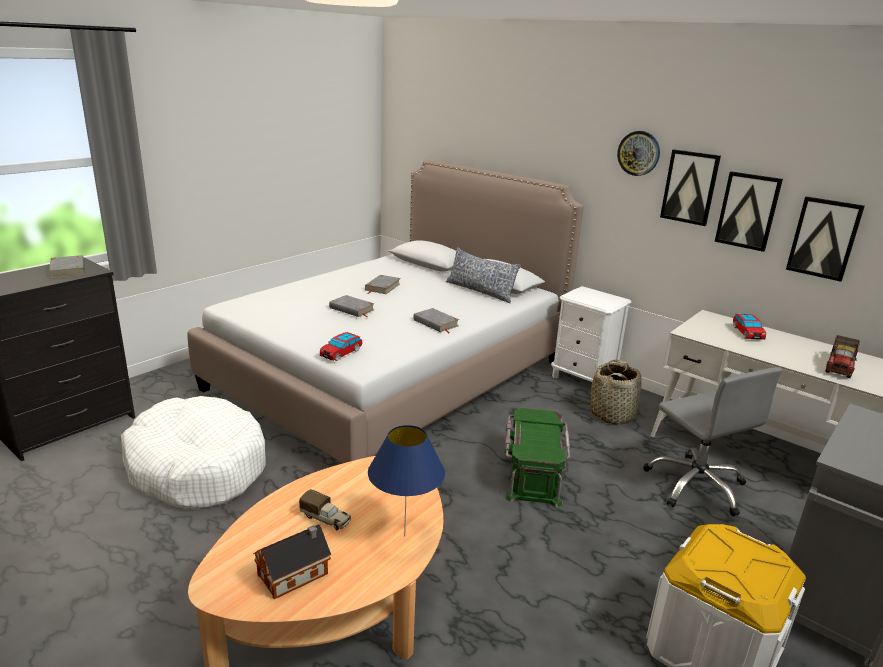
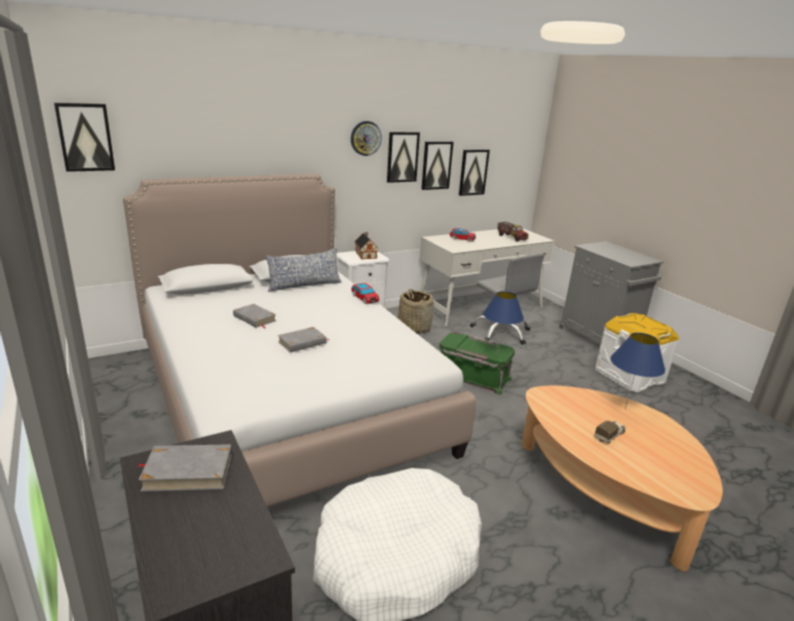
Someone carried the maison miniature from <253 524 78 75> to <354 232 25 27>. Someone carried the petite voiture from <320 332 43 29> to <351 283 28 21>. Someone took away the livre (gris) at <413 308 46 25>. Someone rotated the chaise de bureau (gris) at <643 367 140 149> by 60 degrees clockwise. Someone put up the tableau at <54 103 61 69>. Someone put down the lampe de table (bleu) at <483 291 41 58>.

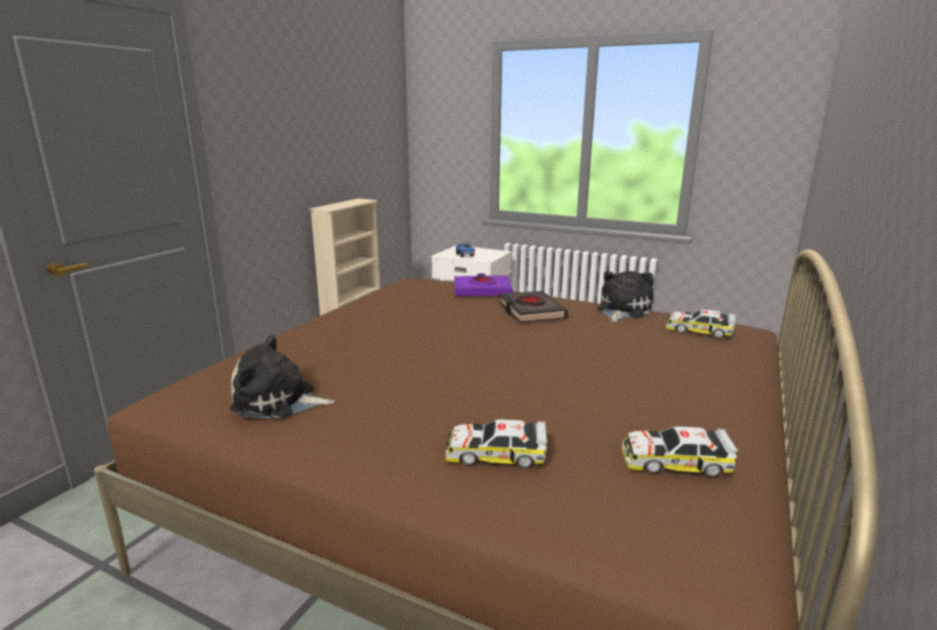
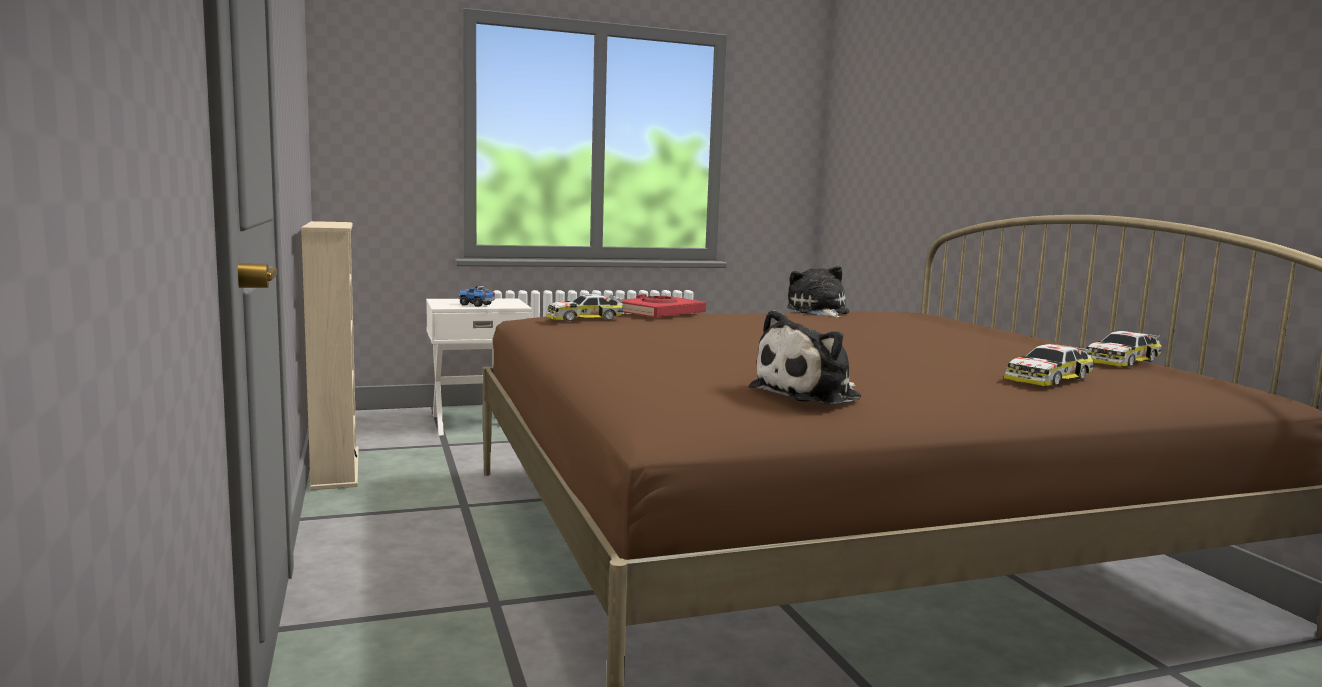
Someone repainted the livre (violet) at <454 274 59 22>, which became the livre (rouge) at <621 294 85 24>. Someone took away the livre (noir) at <499 291 69 31>. Someone carried the petite voiture from <666 309 70 29> to <546 294 78 27>.

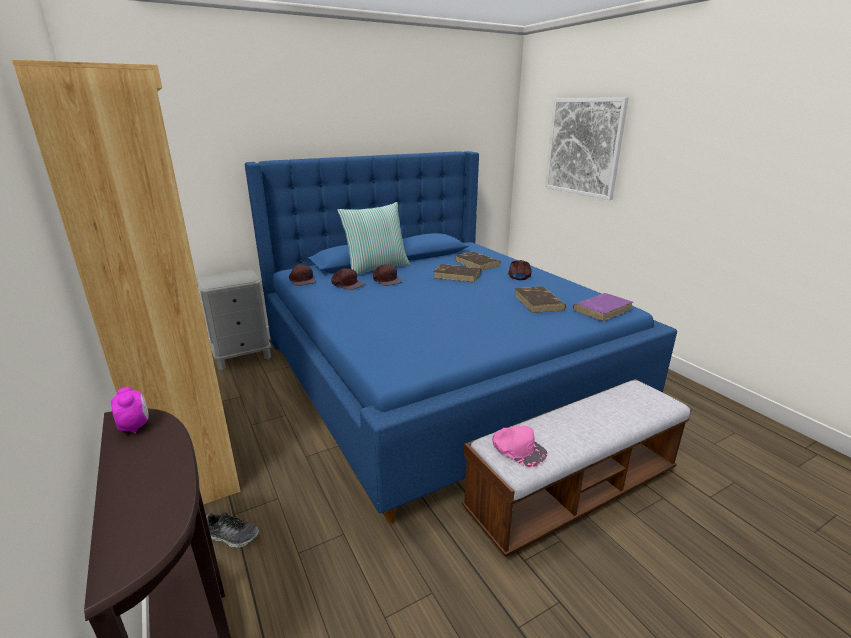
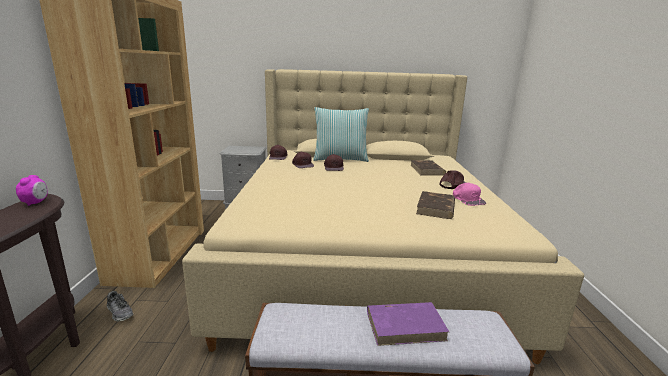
Someone repainted the lit (bleu) at <245 151 432 373>, which became the lit (beige) at <182 69 402 295>. Someone took away the livre (marron) at <434 264 47 18>. Someone carried the casquette (rose) from <492 426 56 41> to <453 183 33 23>. Someone took away the tableau at <545 97 84 103>. Someone carried the livre (violet) from <573 293 60 28> to <367 302 82 44>.

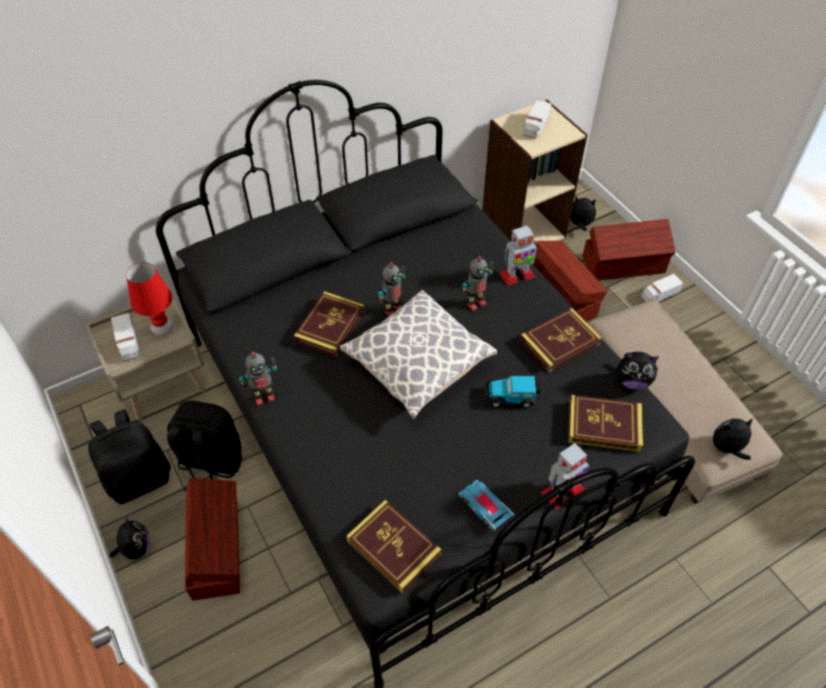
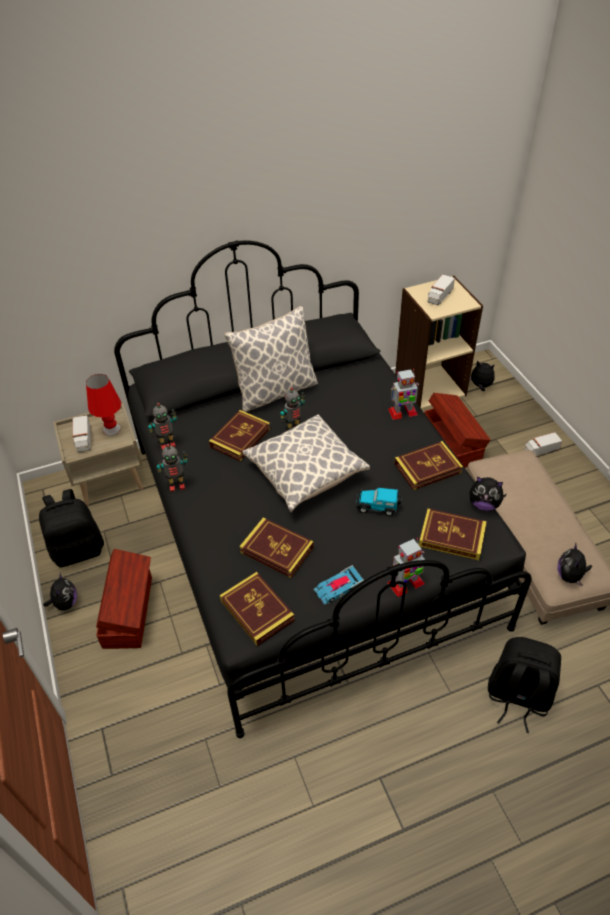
Someone carried the sac à dos (noir) from <167 401 75 90> to <488 637 73 96>. Someone rotated the petite voiture at <458 480 56 51> by 90 degrees counterclockwise. Someone carried the robot jouet from <462 256 32 55> to <148 403 29 47>. Someone took away the boîte de rangement (marron) at <583 219 93 61>. Someone rotated the peluche at <713 418 40 42> by 75 degrees counterclockwise. Someone put down the coussin at <224 306 94 106>. Someone put down the livre at <239 518 75 60>.

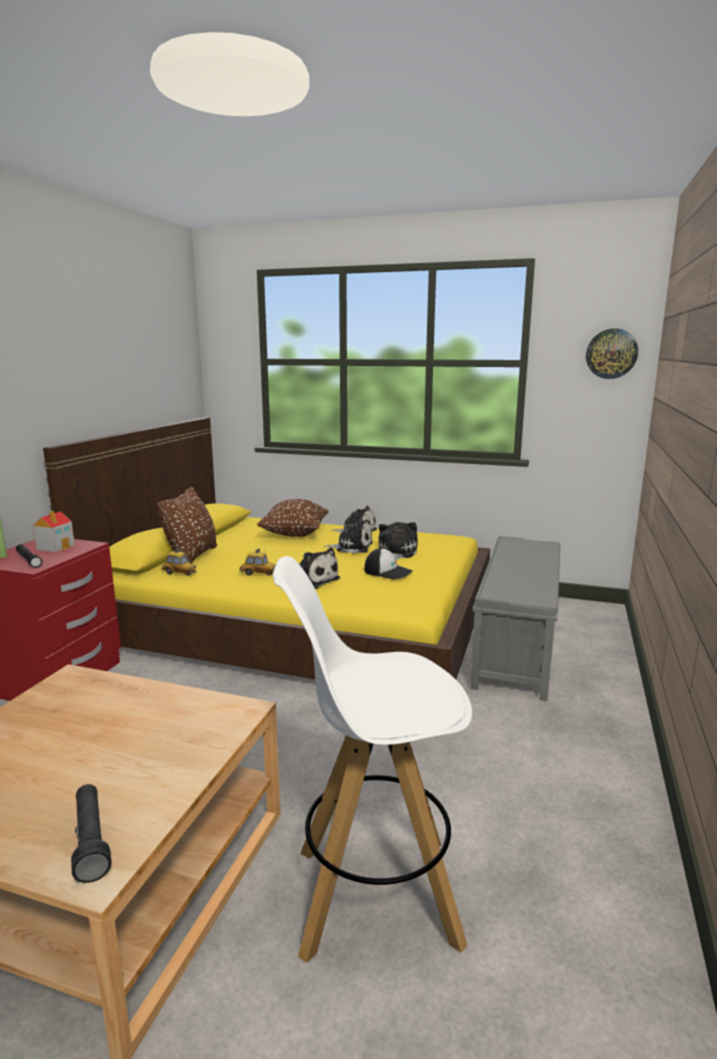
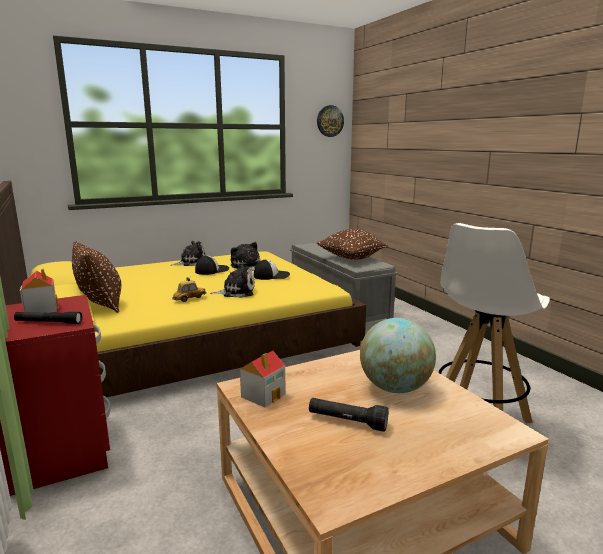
Someone carried the lampe de poche (noir) from <71 784 40 99> to <309 398 80 34>. Someone took away the petite voiture at <161 548 35 28>. Someone carried the coussin (marron) from <257 499 72 38> to <317 229 71 31>. Someone swapped the peluche at <324 518 49 36> for the casquette at <195 256 34 19>. Someone put down the maison miniature at <240 351 46 56>. Someone put down the globe at <360 318 76 75>.

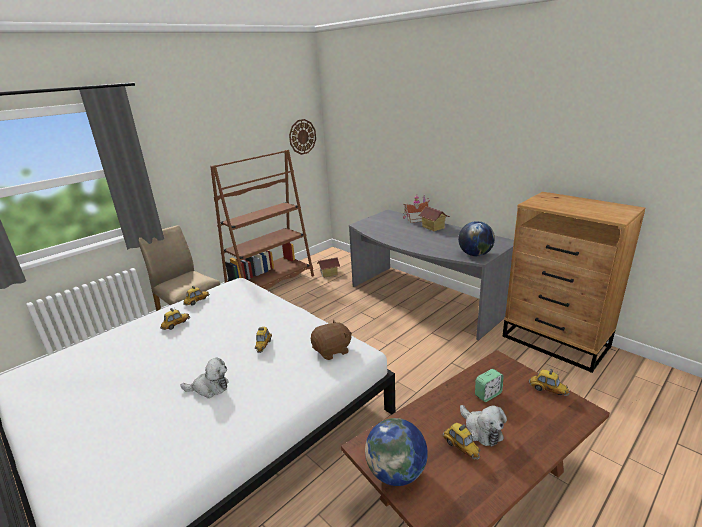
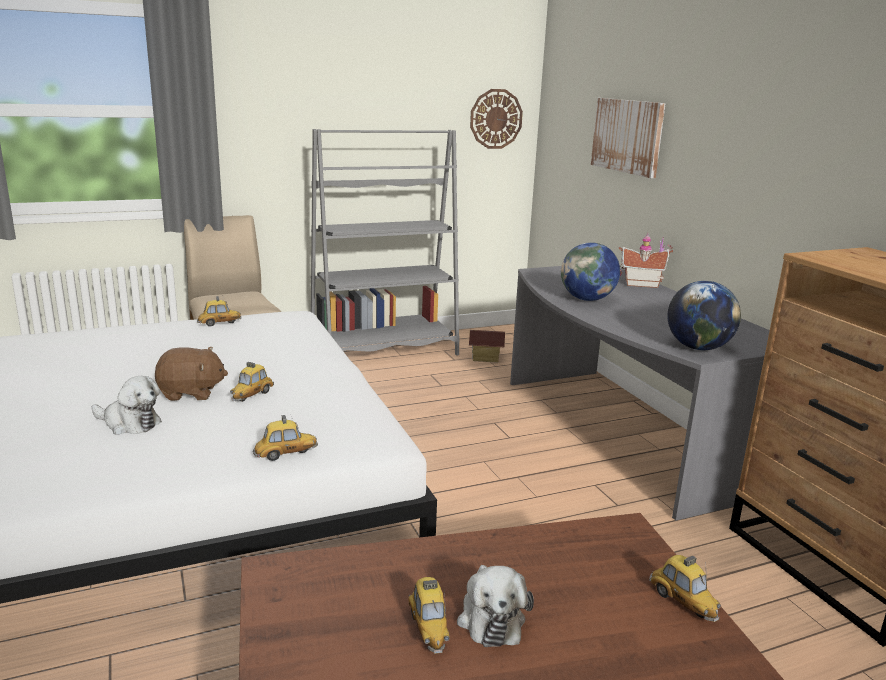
Someone carried the petite voiture from <160 307 30 23> to <253 415 65 46>. Someone repainted the bibliothèque (marron) at <210 150 104 139>, which became the bibliothèque (gris) at <311 129 149 226>. Someone carried the peluche (marron) from <311 320 41 40> to <155 347 73 54>. Someone carried the globe from <365 418 63 68> to <561 242 59 59>. Someone took away the maison miniature at <418 206 32 25>. Someone took away the réveil at <475 369 29 33>. Someone put up the tableau at <591 98 75 80>.

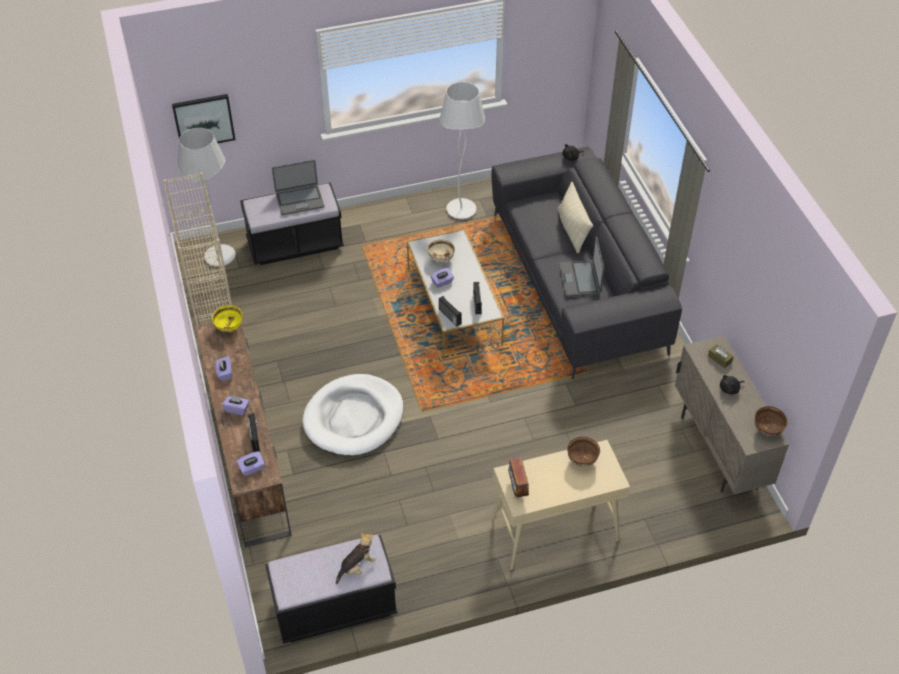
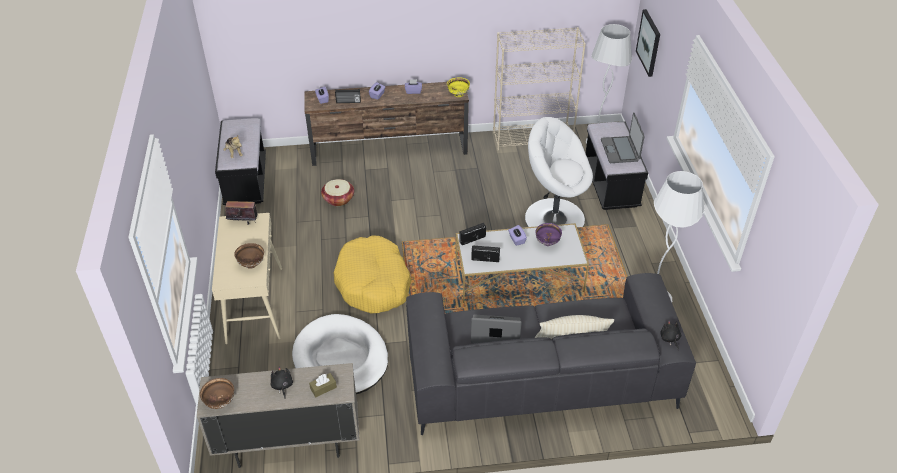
Someone carried the panier pour chien (blanc) from <302 374 102 82> to <292 314 96 80>. Someone repainted the bol (beige) at <427 239 28 24>, which became the bol (violet) at <536 223 26 23>. Someone put down the panier at <321 179 33 27>. Someone put down the panier pour chien (jaune) at <334 235 77 79>. Someone put down the fauteuil (blanc) at <525 117 68 110>.

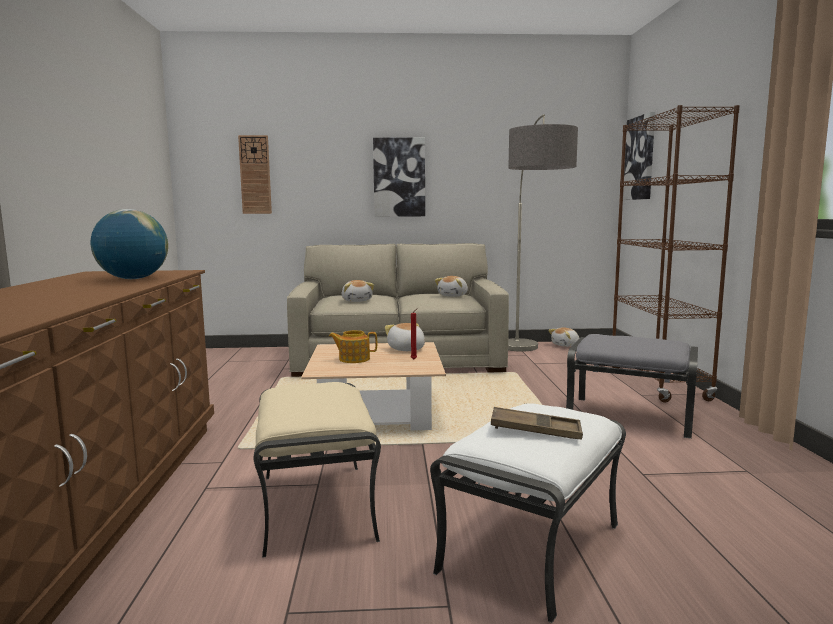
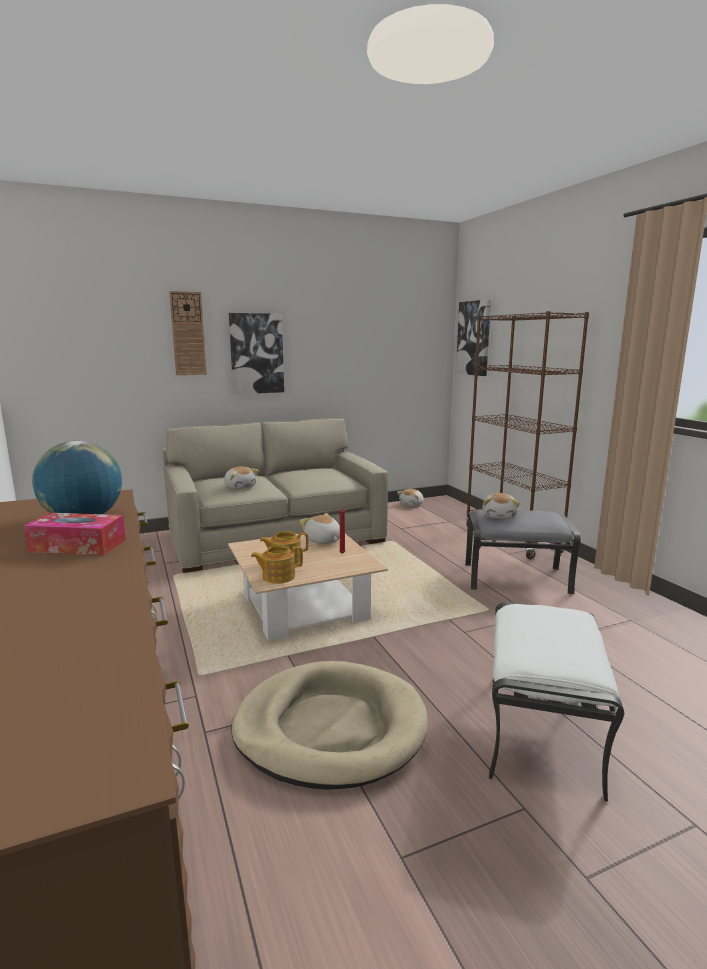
Someone carried the horloge murale from <238 135 34 79> to <169 291 38 84>. Someone swapped the pouf (beige) at <254 382 127 175> for the panier pour chien (beige) at <231 661 197 129>. Someone carried the peluche from <435 276 33 21> to <482 493 38 26>. Someone took away the plateau (marron) at <491 407 92 33>. Someone took away the lampadaire at <508 114 70 238>. Someone put down the boîte à mouchoirs at <23 513 103 42>. Someone put down the théière at <251 545 52 39>.

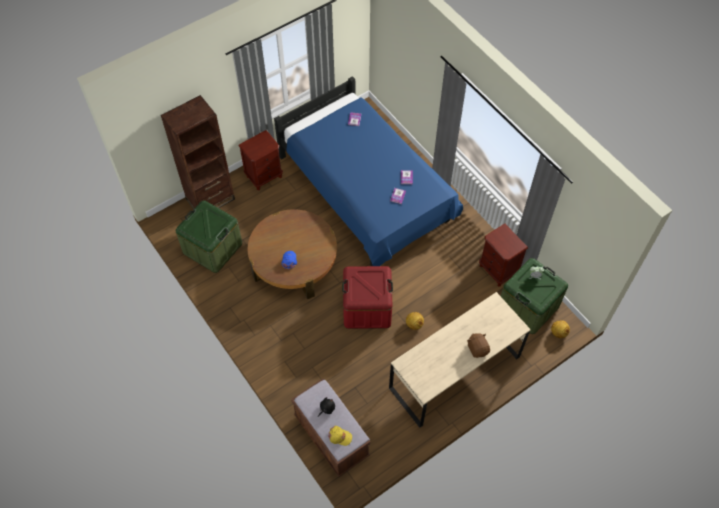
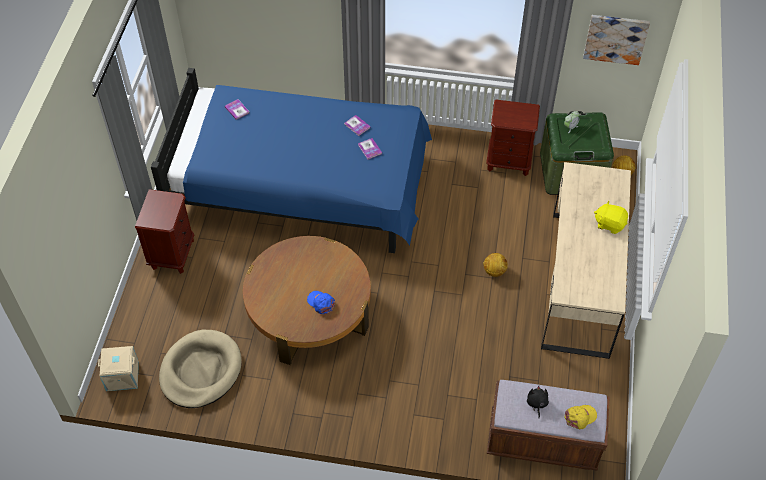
Someone took away the bibliothèque (marron) at <161 95 74 114>. Someone swapped the boîte de rangement (vert) at <176 200 66 73> for the panier pour chien (beige) at <159 329 83 79>. Someone took away the boîte de rangement (rouge) at <342 266 51 63>. Someone repainted the peluche (marron) at <467 333 23 25>, which became the peluche (jaune) at <594 200 34 34>. Someone put down the boîte de rangement (beige) at <98 346 41 45>. Someone put up the tableau at <583 15 67 50>.

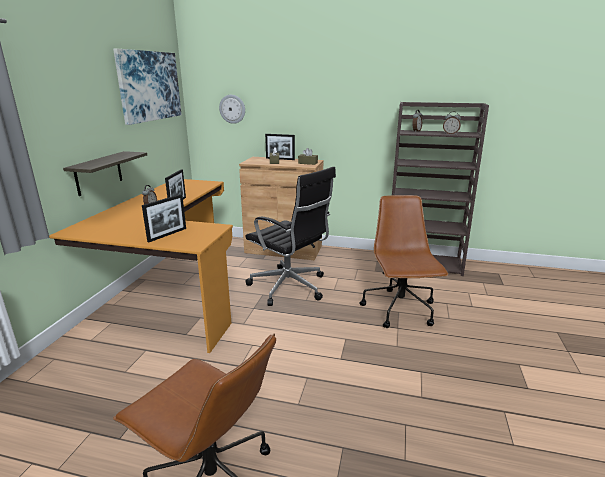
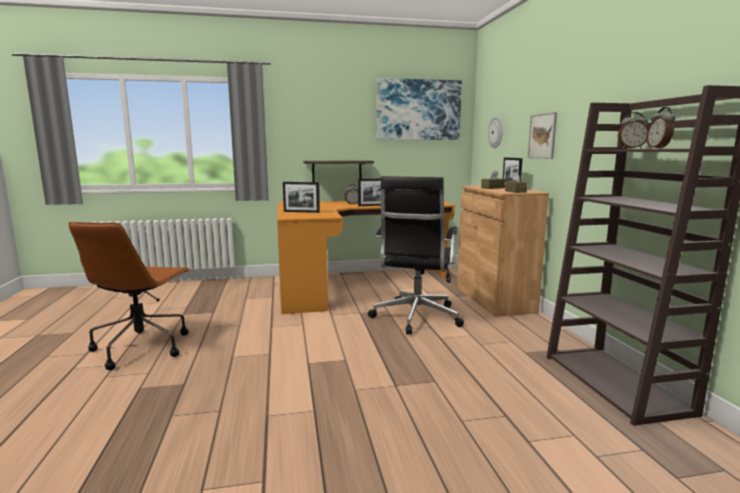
Someone took away the chaise de bureau (marron) at <359 195 89 133>. Someone put up the tableau at <528 112 29 47>.

